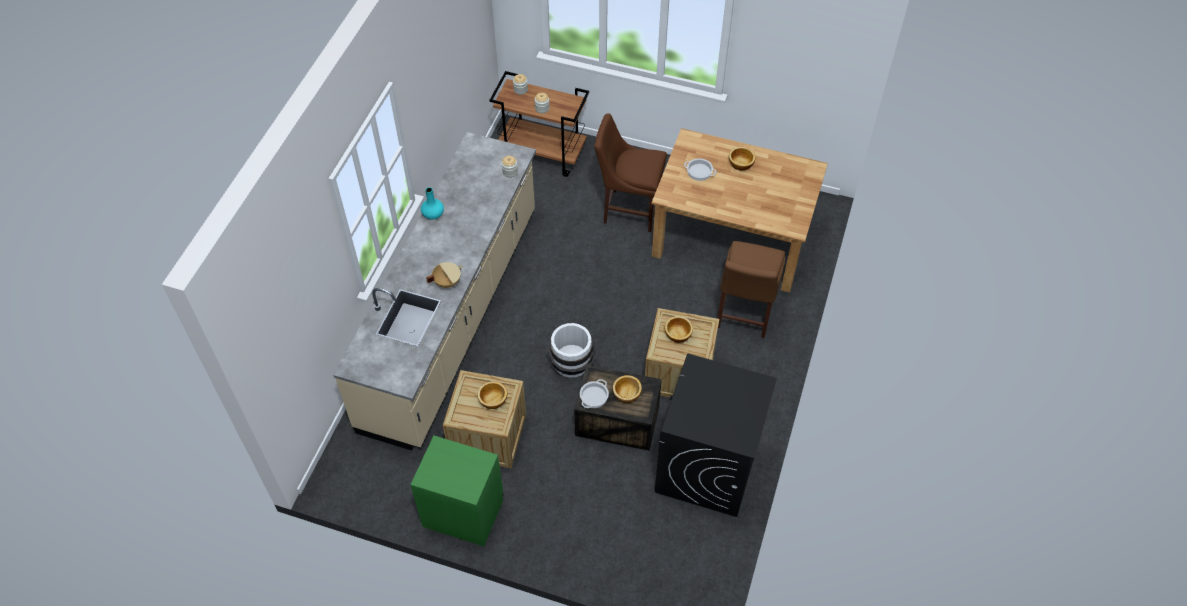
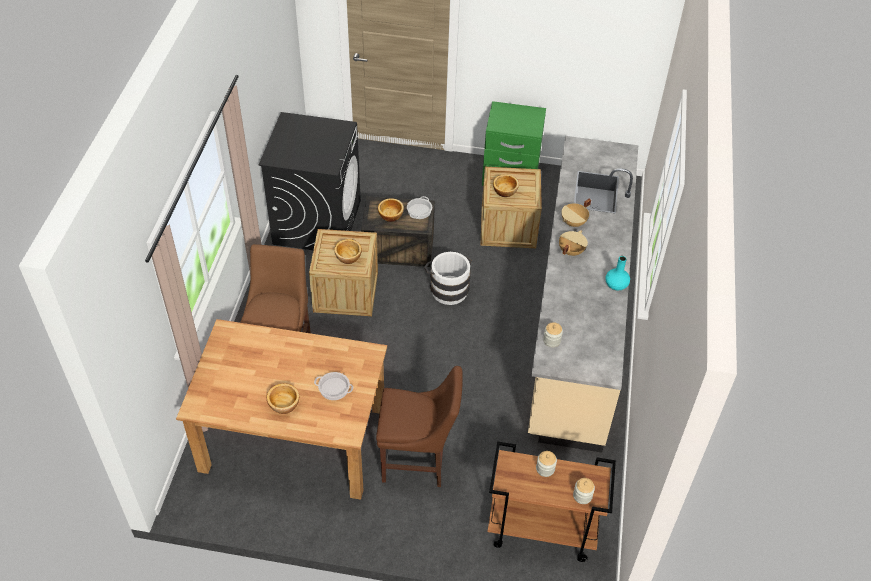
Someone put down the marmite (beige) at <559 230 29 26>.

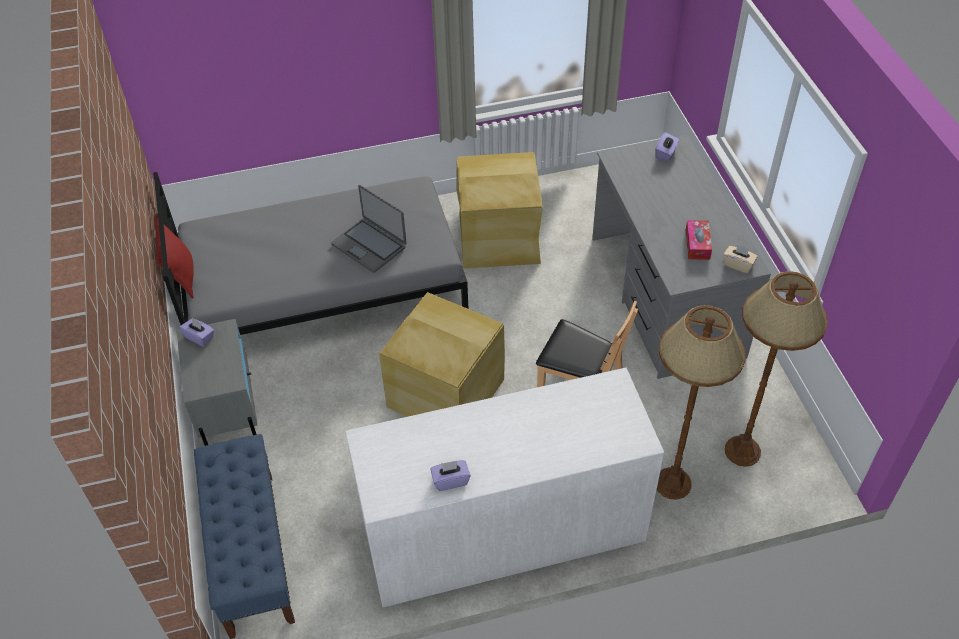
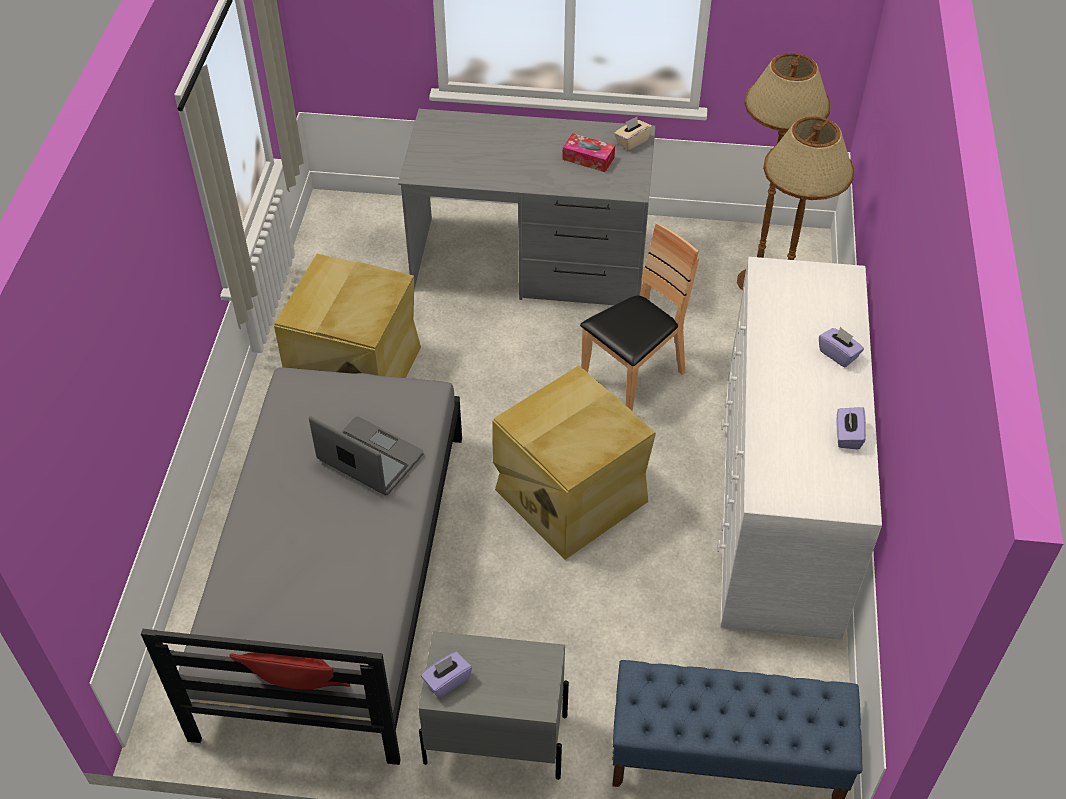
Someone rotated the ordinateur portable at <331 185 76 88> by 120 degrees counterclockwise. Someone carried the boîte à mouchoirs (violet) from <655 132 25 29> to <819 327 45 40>.

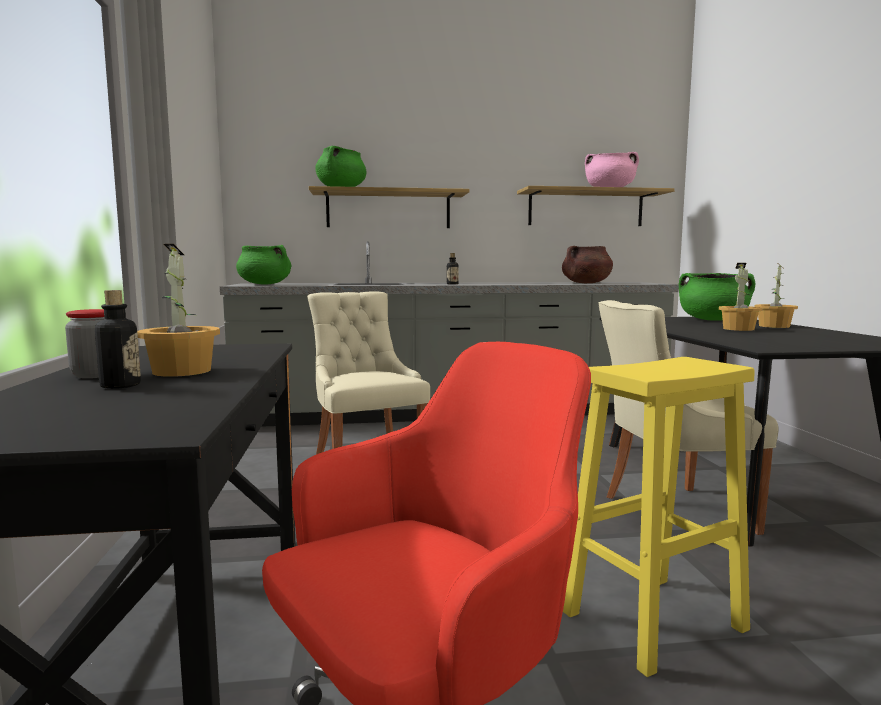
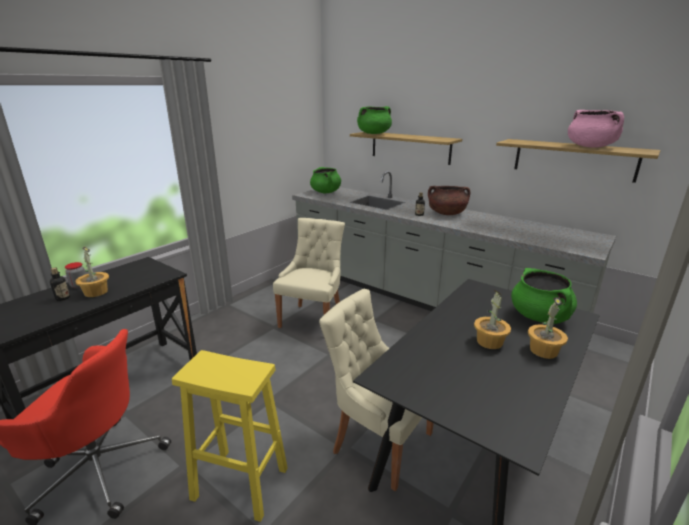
Someone carried the marmite (marron) from <562 246 51 37> to <428 186 42 29>.

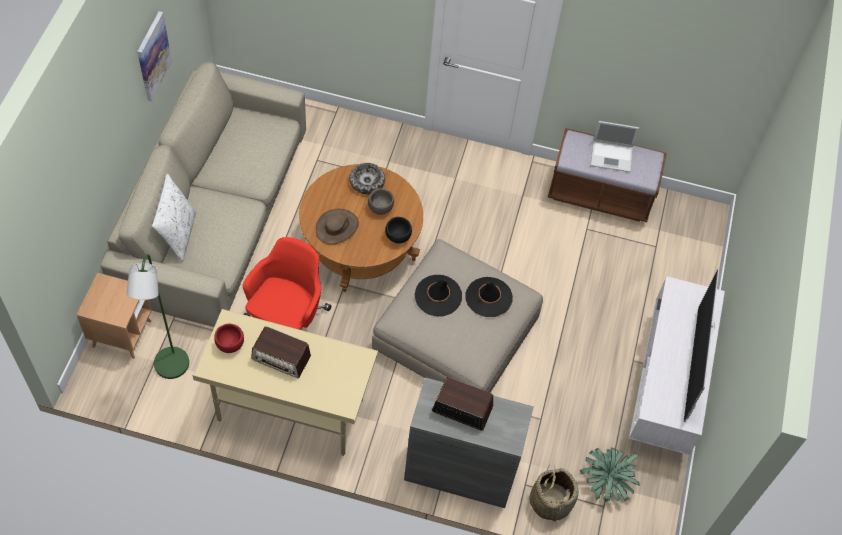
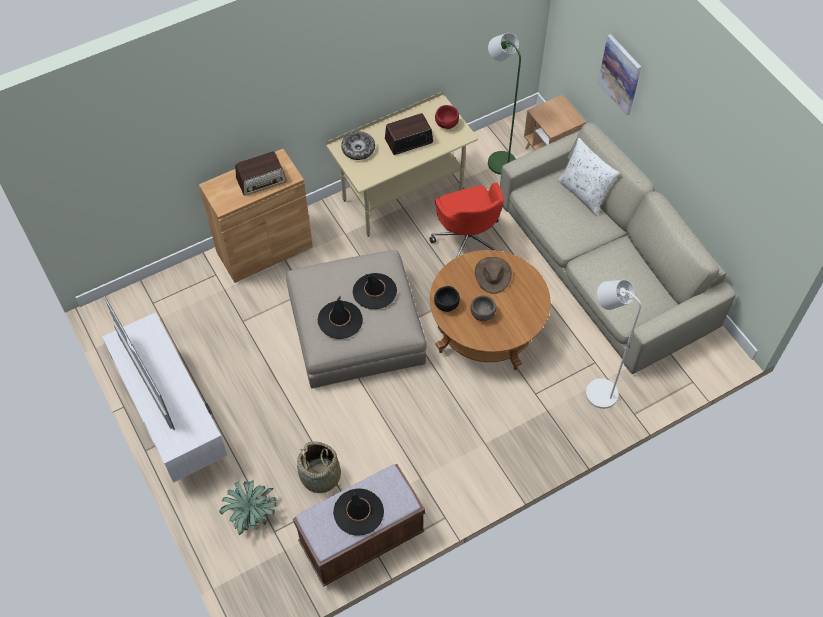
Someone carried the tableau from <137 11 35 91> to <598 34 43 82>. Someone carried the bol from <349 163 36 31> to <341 131 34 29>. Someone repainted the meuble de rangement (gris) at <404 377 130 131>, which became the meuble de rangement (marron) at <199 149 114 134>. Someone carried the panier from <529 465 50 60> to <297 441 45 52>. Someone carried the plante en pot from <579 447 61 55> to <219 480 57 55>. Someone swapped the ordinateur portable at <590 121 49 51> for the chapeau (noir) at <333 488 51 48>. Someone put down the lampadaire (blanc) at <586 280 55 129>.

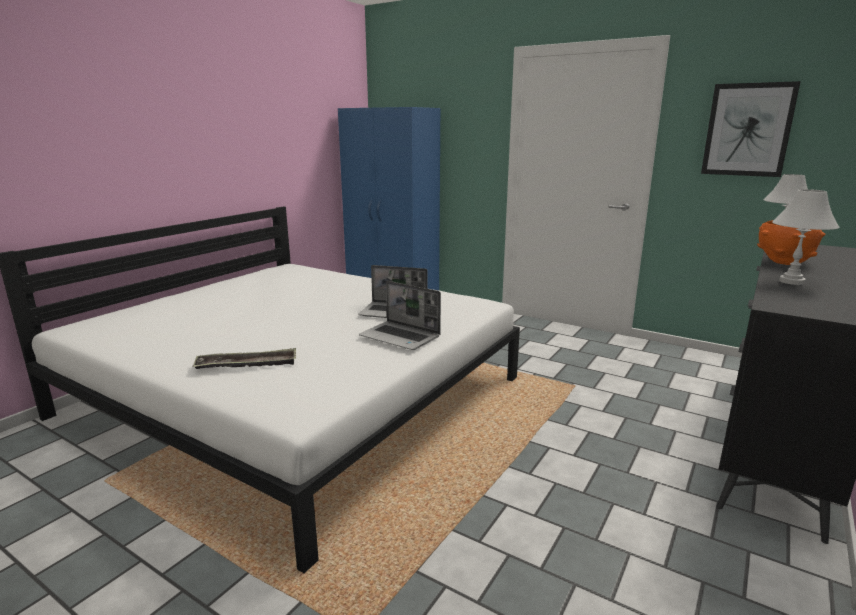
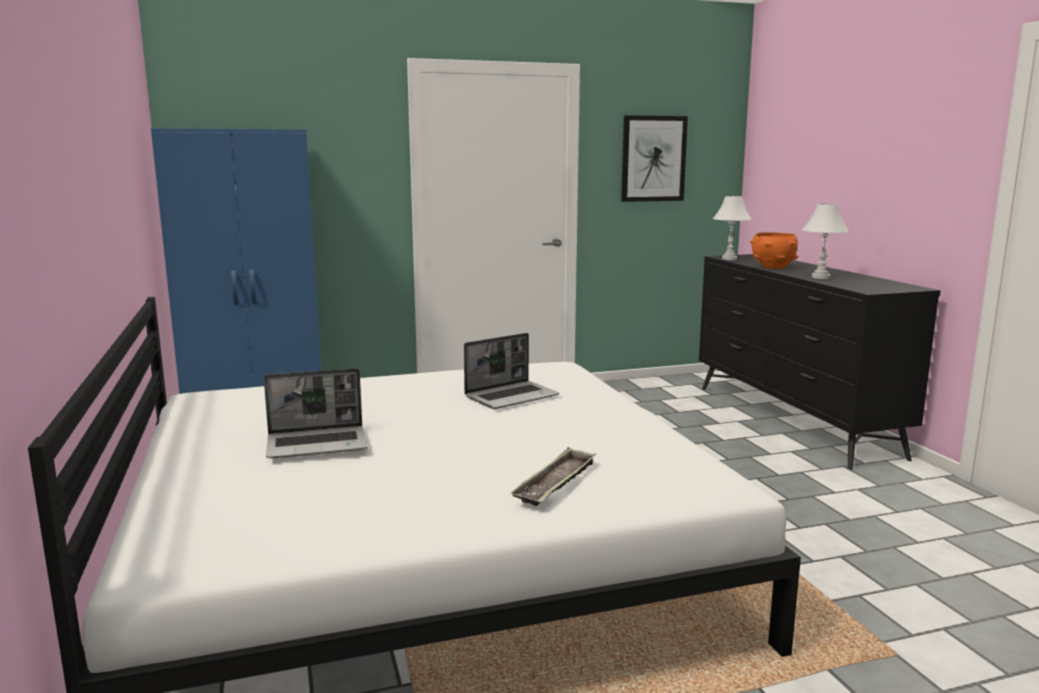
Someone carried the ordinateur portable from <359 281 82 69> to <264 368 104 90>.

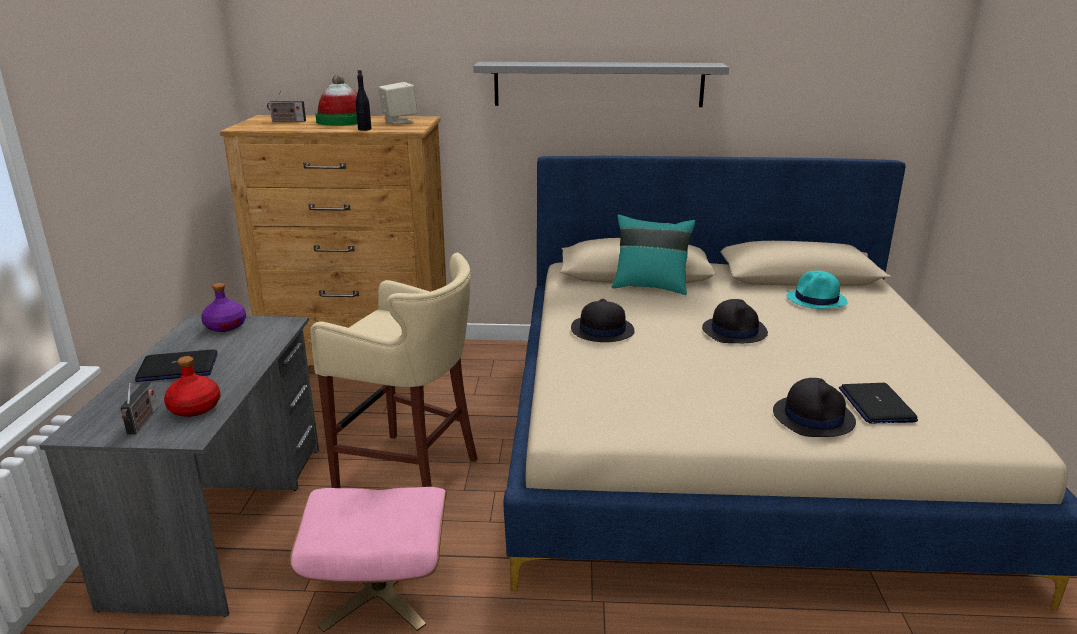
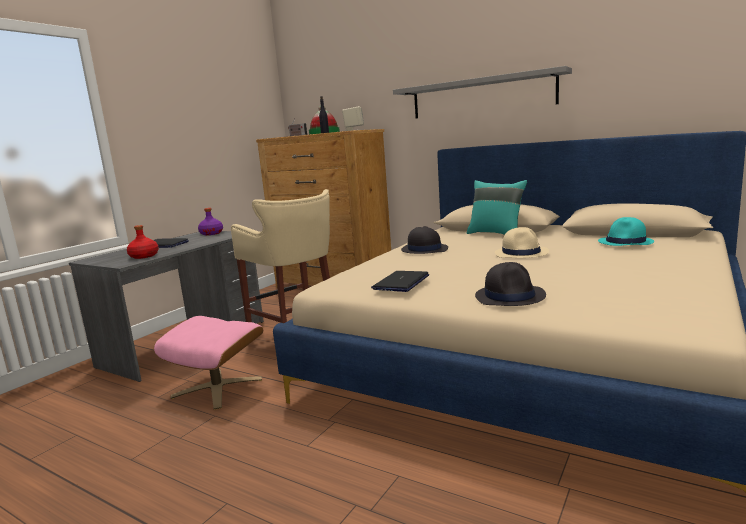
Someone took away the radio at <120 382 38 52>. Someone repainted the chapeau (noir) at <702 299 66 44>, which became the chapeau (beige) at <495 227 54 31>. Someone carried the ordinateur portable from <839 383 79 41> to <371 271 58 21>.

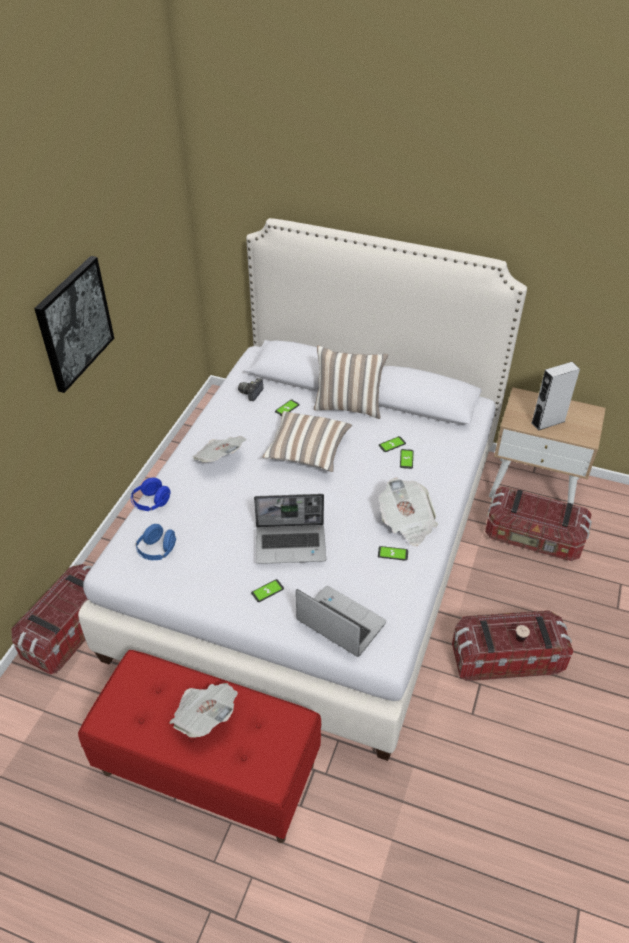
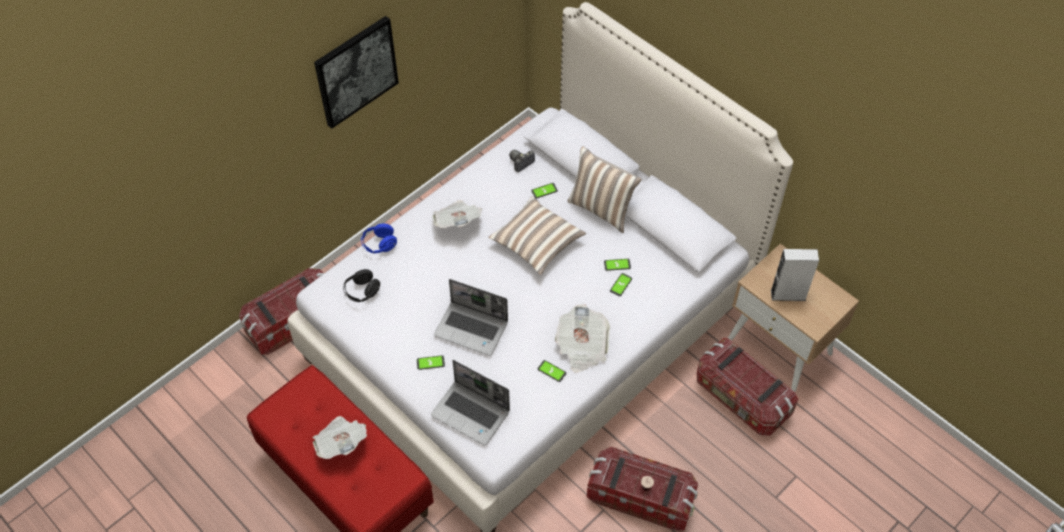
Someone repainted the casque audio (bleu) at <136 524 40 36>, which became the casque audio (noir) at <343 269 37 33>. Someone rotated the ordinateur portable at <296 586 90 71> by 150 degrees clockwise.

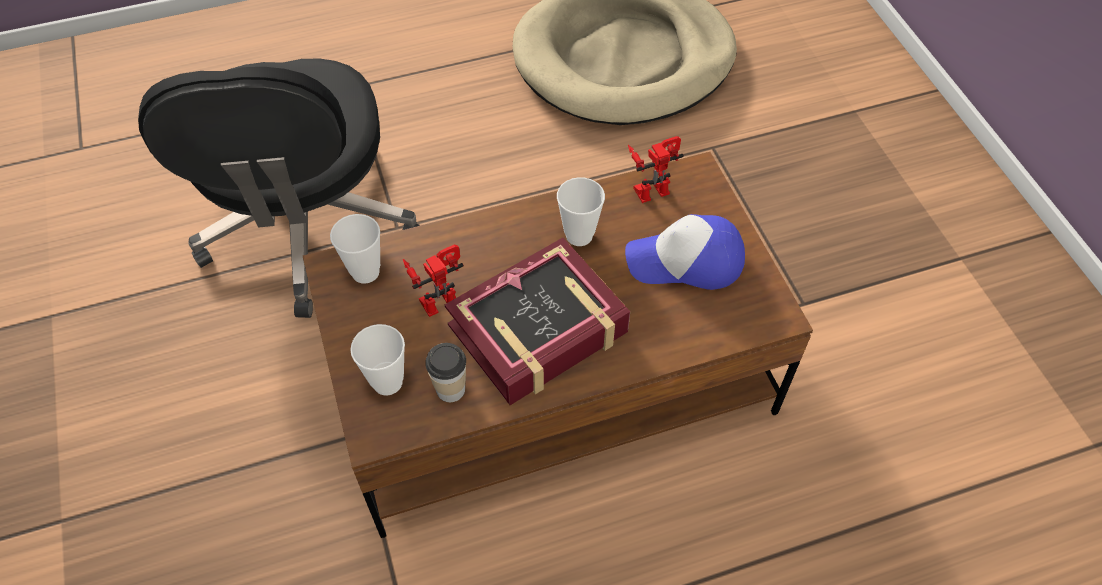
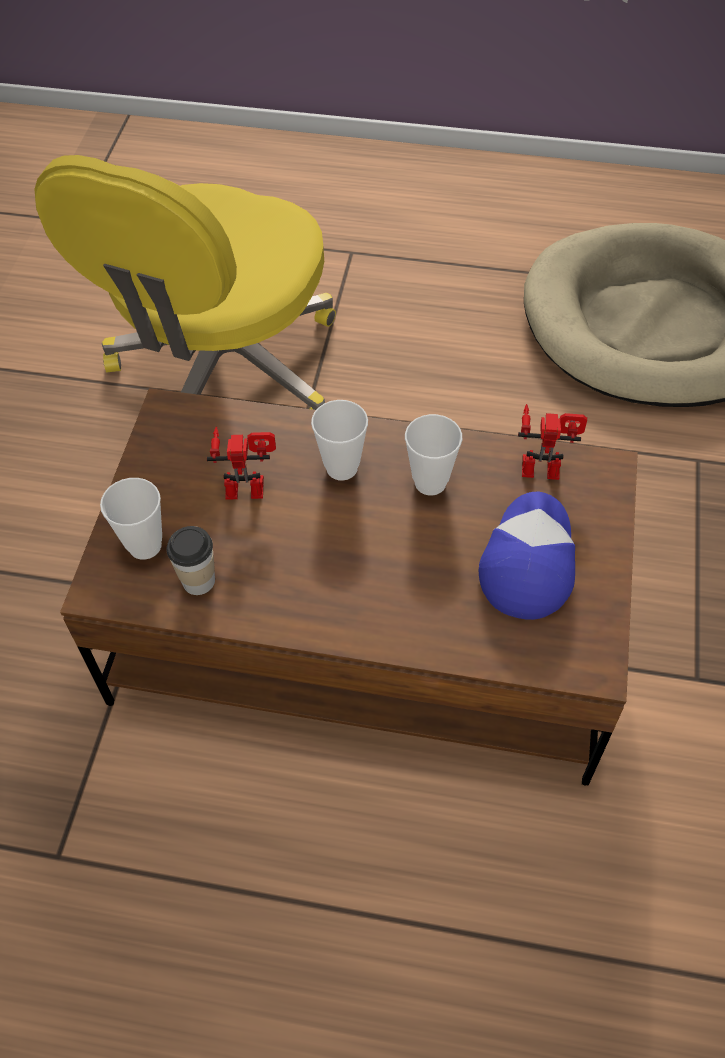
Someone repainted the chaise de bureau (noir) at <138 58 282 260>, which became the chaise de bureau (jaune) at <34 155 302 255>. Someone carried the tasse from <330 214 50 70> to <311 400 57 81>. Someone took away the livre at <445 238 185 167>. Someone rotated the casquette at <625 214 120 76> by 75 degrees clockwise.

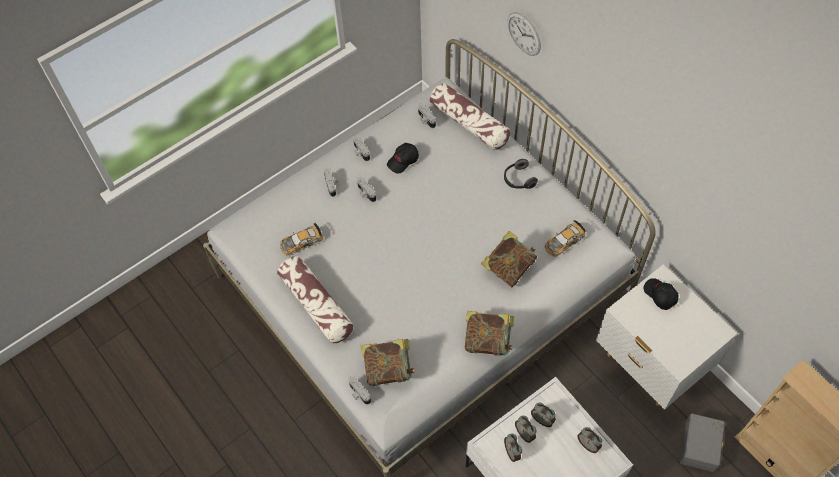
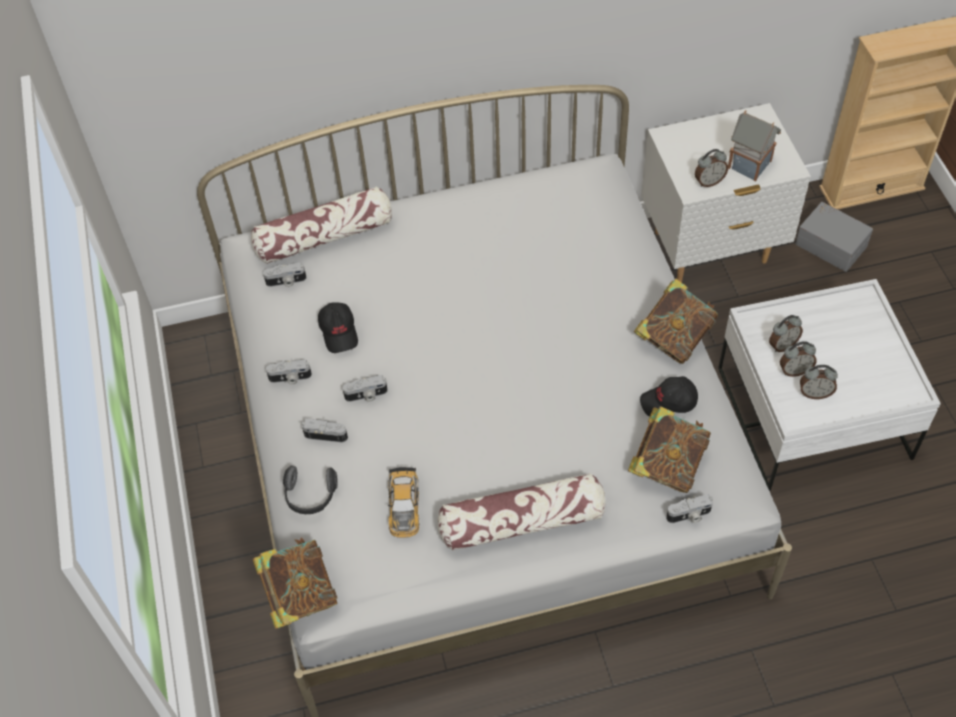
Someone carried the livre from <481 231 56 56> to <253 537 85 92>. Someone carried the casque audio from <504 159 34 30> to <283 466 55 48>. Someone took away the horloge murale at <507 12 34 44>. Someone took away the petite voiture at <545 220 41 37>. Someone carried the réveil from <577 427 25 26> to <695 149 33 38>. Someone carried the casquette (noir) from <644 278 34 32> to <640 376 58 40>. Someone put down the maison miniature at <728 110 53 72>.

